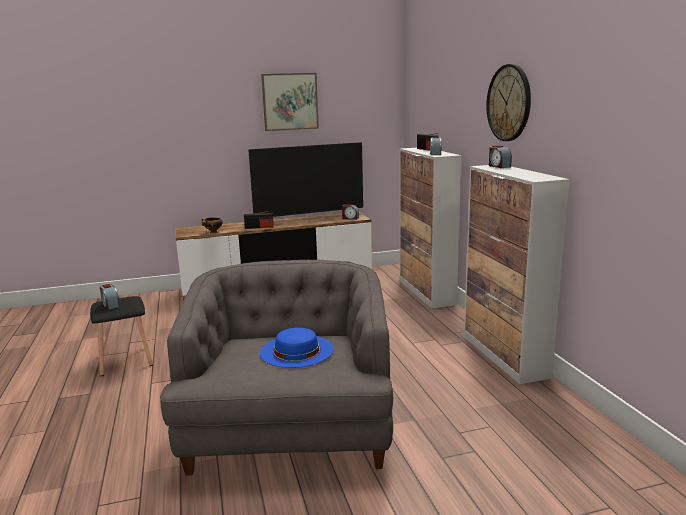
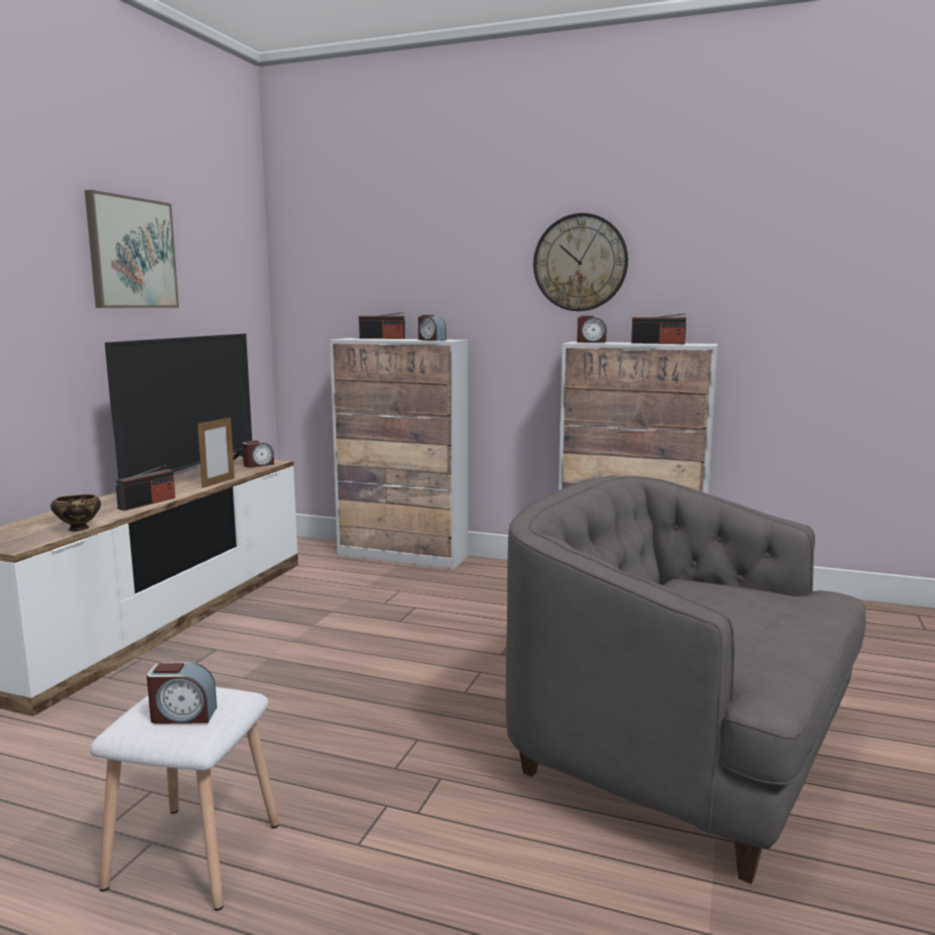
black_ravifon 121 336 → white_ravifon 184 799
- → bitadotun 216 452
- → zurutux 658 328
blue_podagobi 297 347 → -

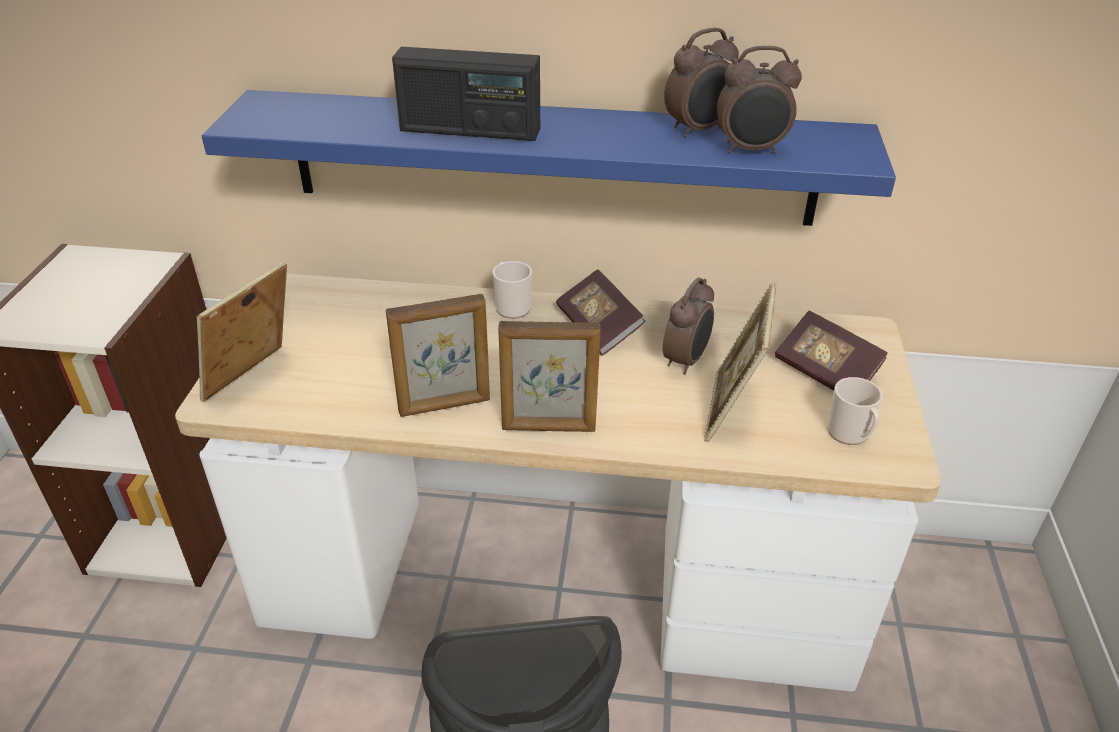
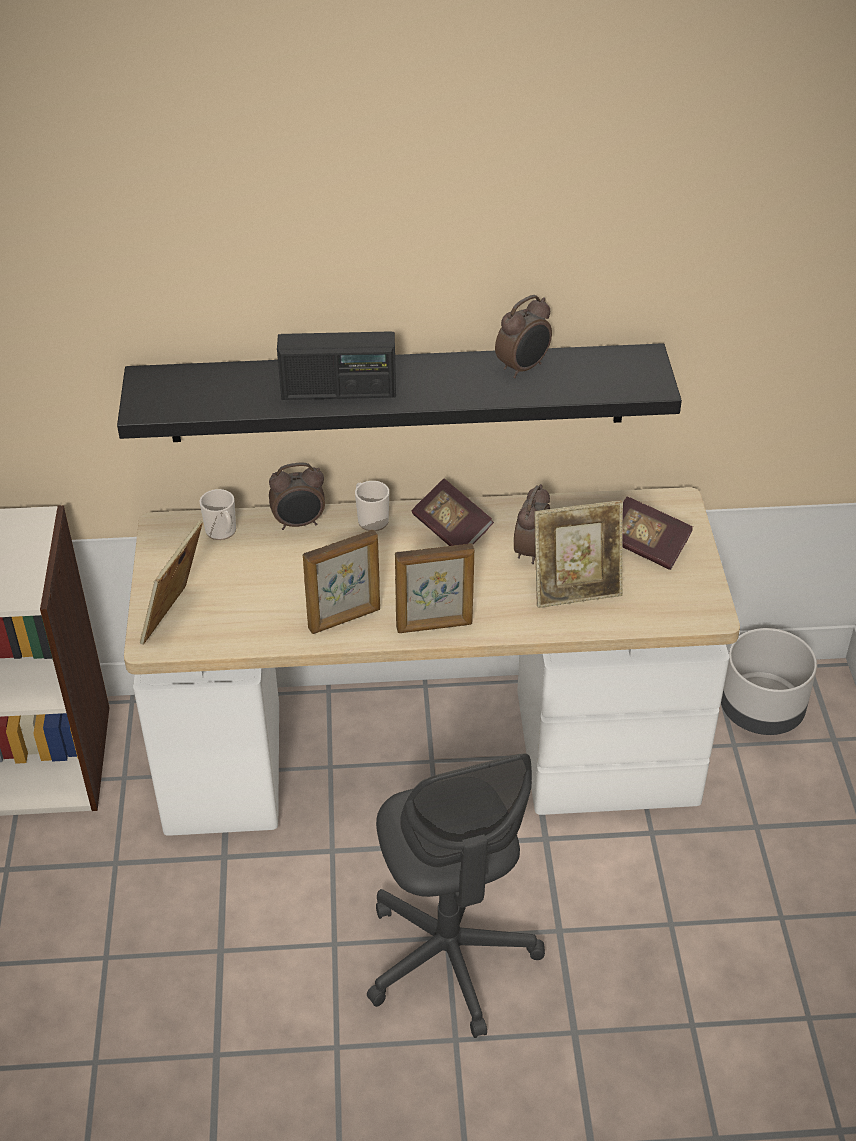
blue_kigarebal 549 158 → black_kigarebal 399 392
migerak 855 411 → migerak 218 514, move
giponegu 759 100 → giponegu 297 496, move
bitadotun 740 362 → bitadotun 578 554, 105 degrees counterclockwise
- → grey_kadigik 769 681

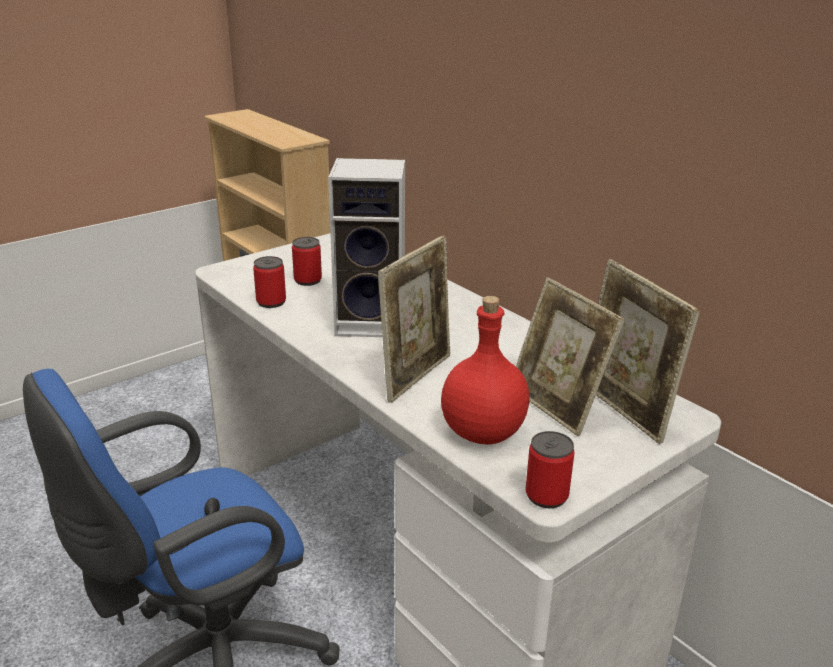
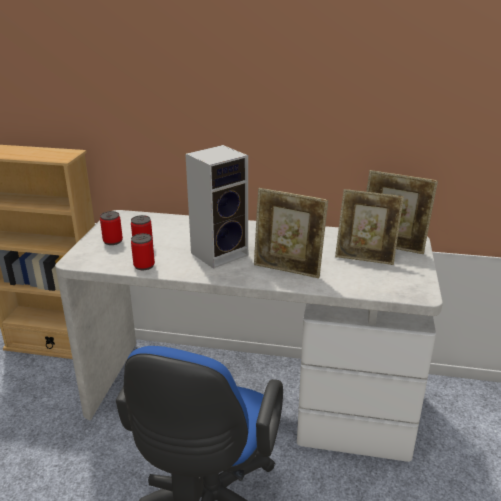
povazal 550 469 → povazal 111 228, move
bitadotun 414 319 → bitadotun 291 233, 120 degrees clockwise
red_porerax 485 370 → -

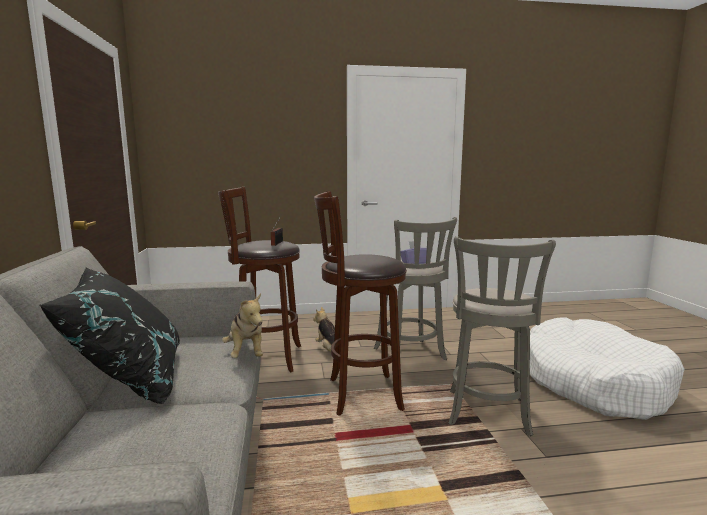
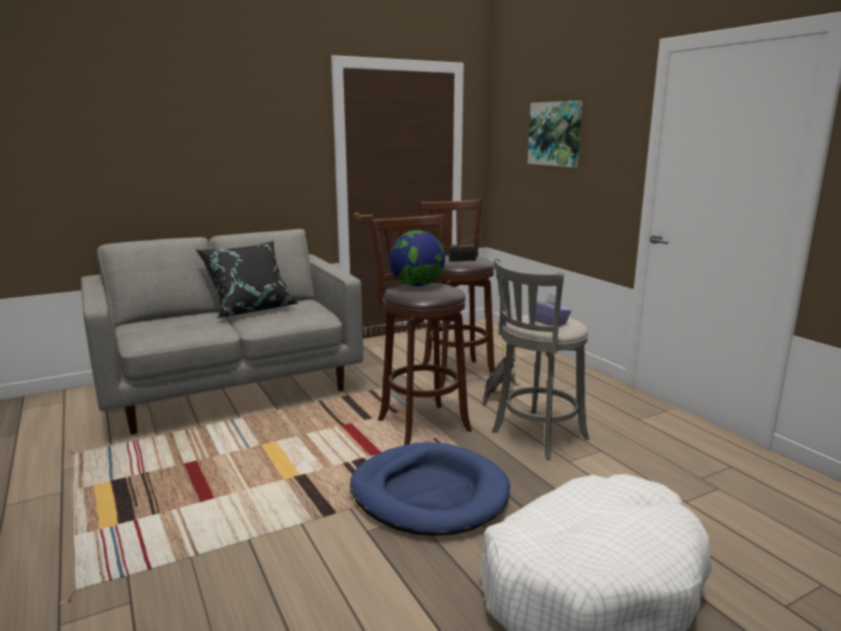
grey_ravifon 502 336 → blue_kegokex 430 489
- → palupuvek 417 258
- → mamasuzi 555 133
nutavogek 242 325 → -

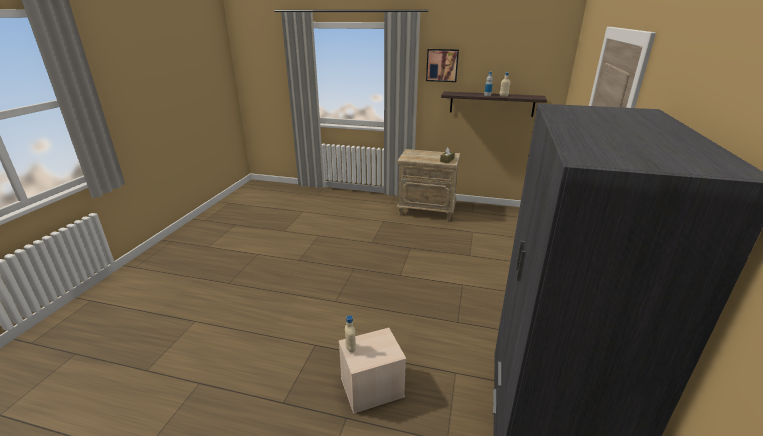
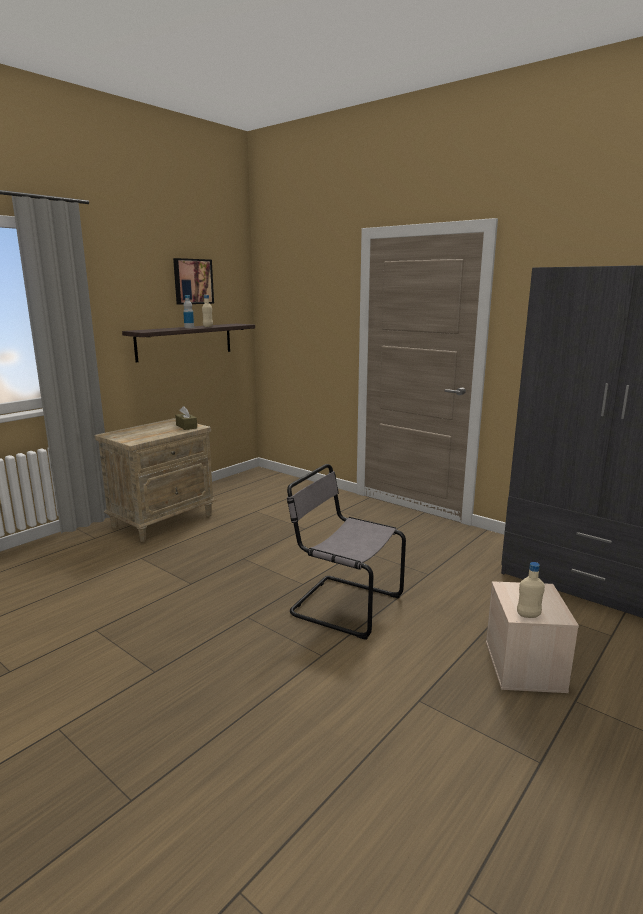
mamasuzi 442 65 → mamasuzi 193 281, move
- → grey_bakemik 346 552

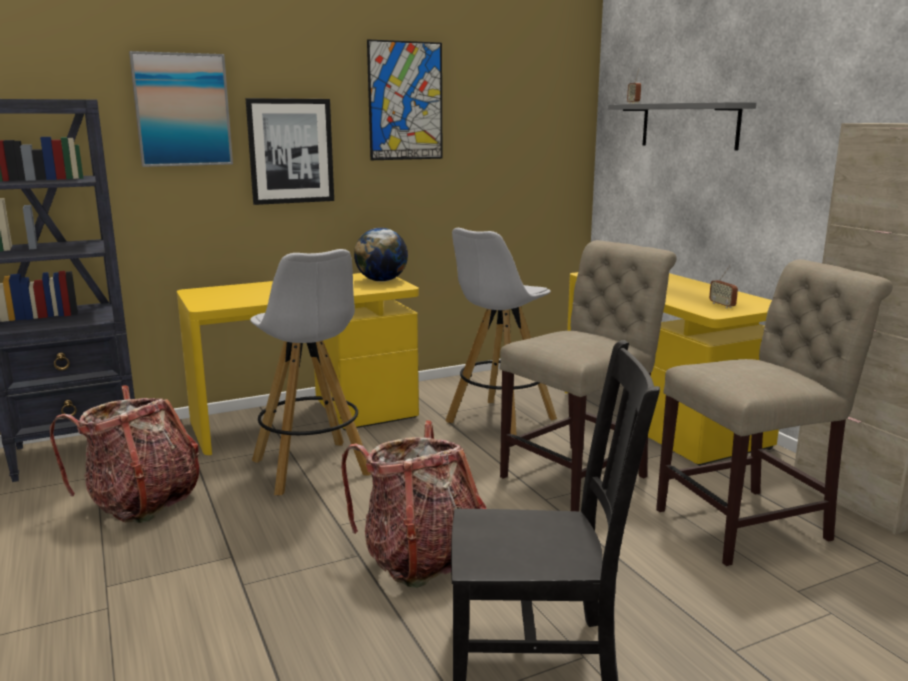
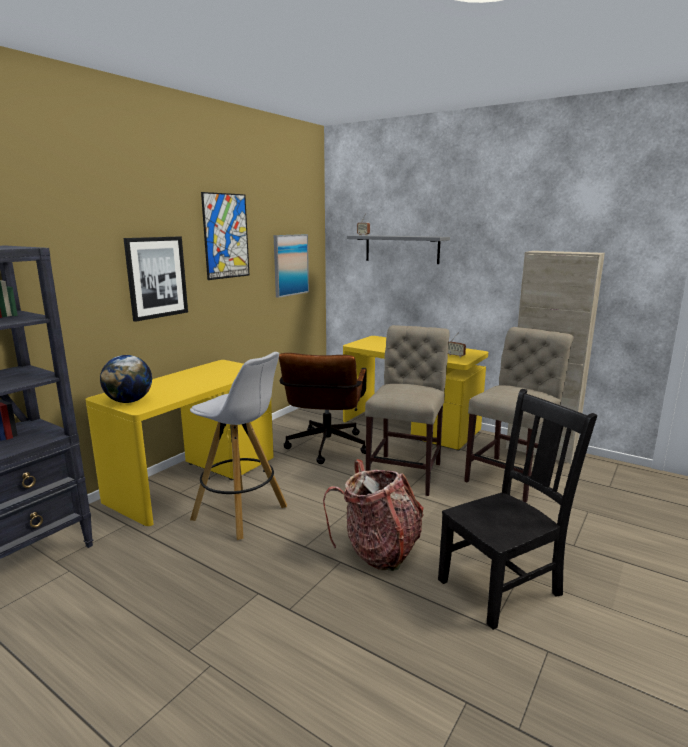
palupuvek 381 255 → palupuvek 126 379, move
mamasuzi 181 109 → mamasuzi 291 266, move
white_ravifon 501 332 → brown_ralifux 323 408
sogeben 124 454 → -

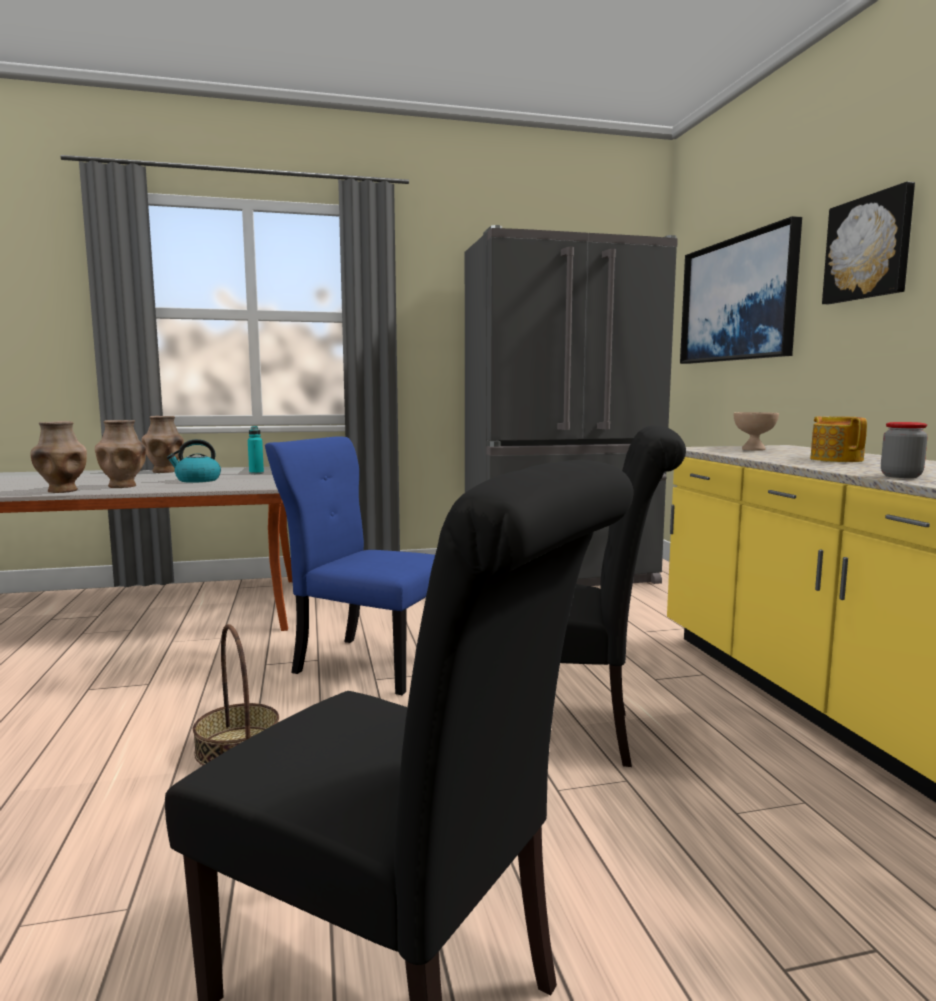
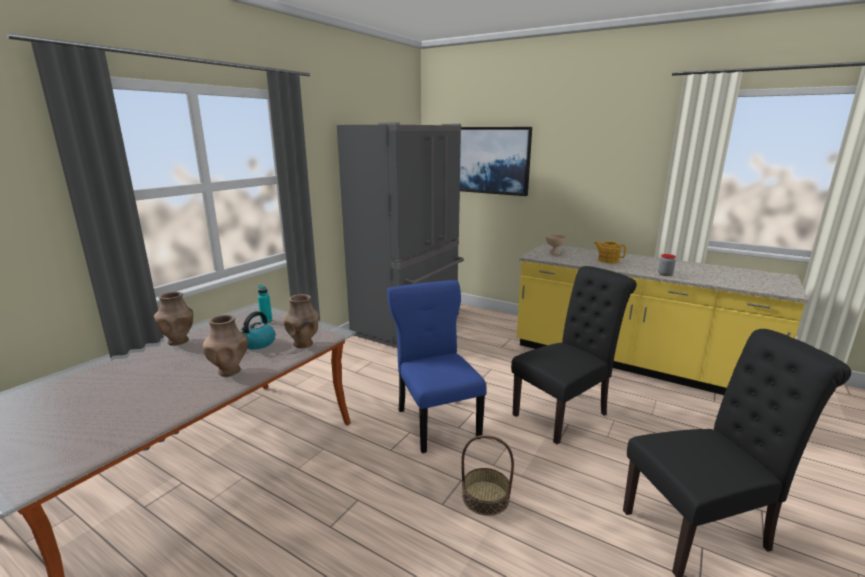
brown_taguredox 58 457 → brown_taguredox 301 321, move
blue_bakemik 350 565 → blue_bakemik 437 366, 90 degrees clockwise
mamasuzi 868 243 → -

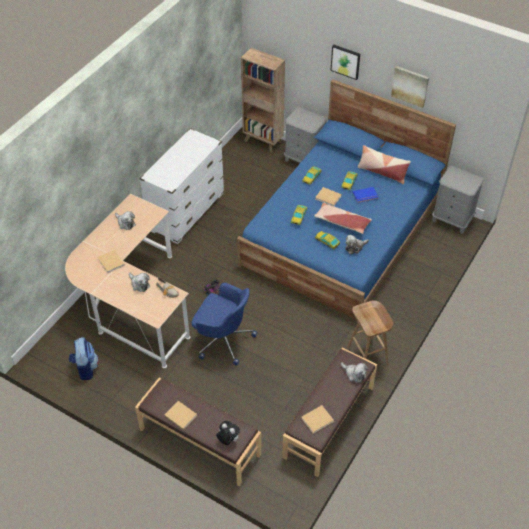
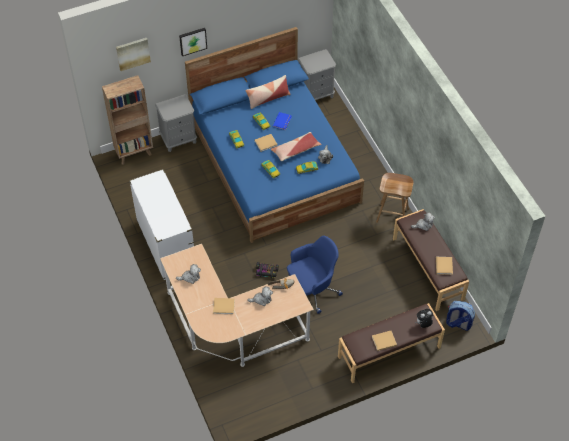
mamasuzi 410 87 → mamasuzi 133 54, move
sogeben 84 358 → sogeben 460 316, move

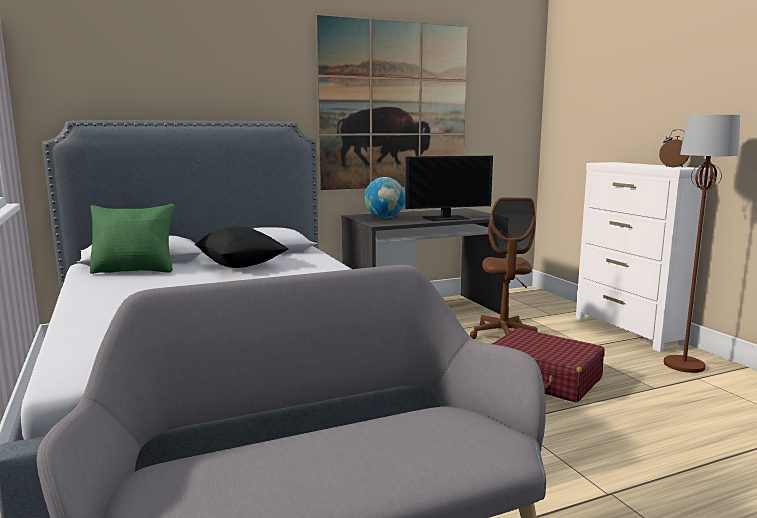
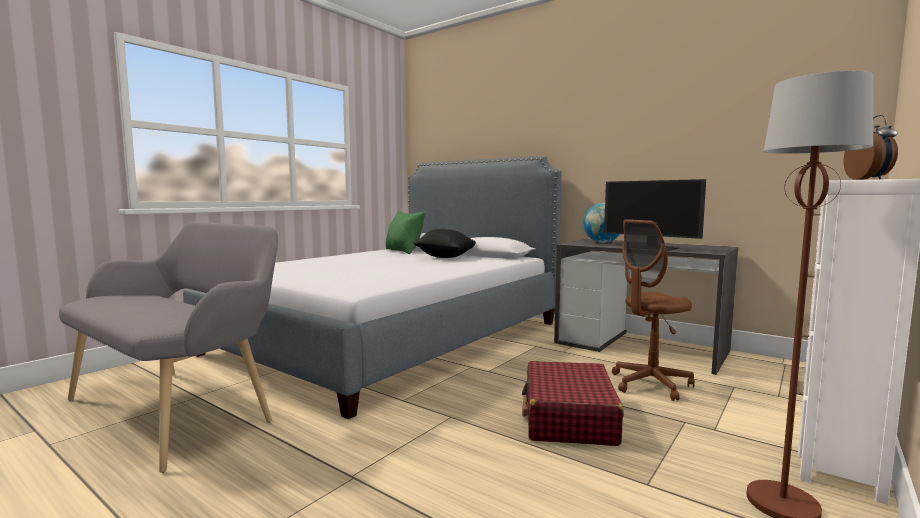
mamasuzi 392 102 → -

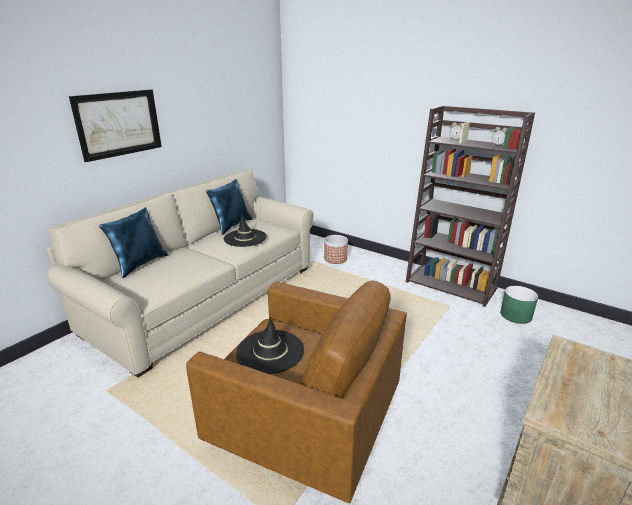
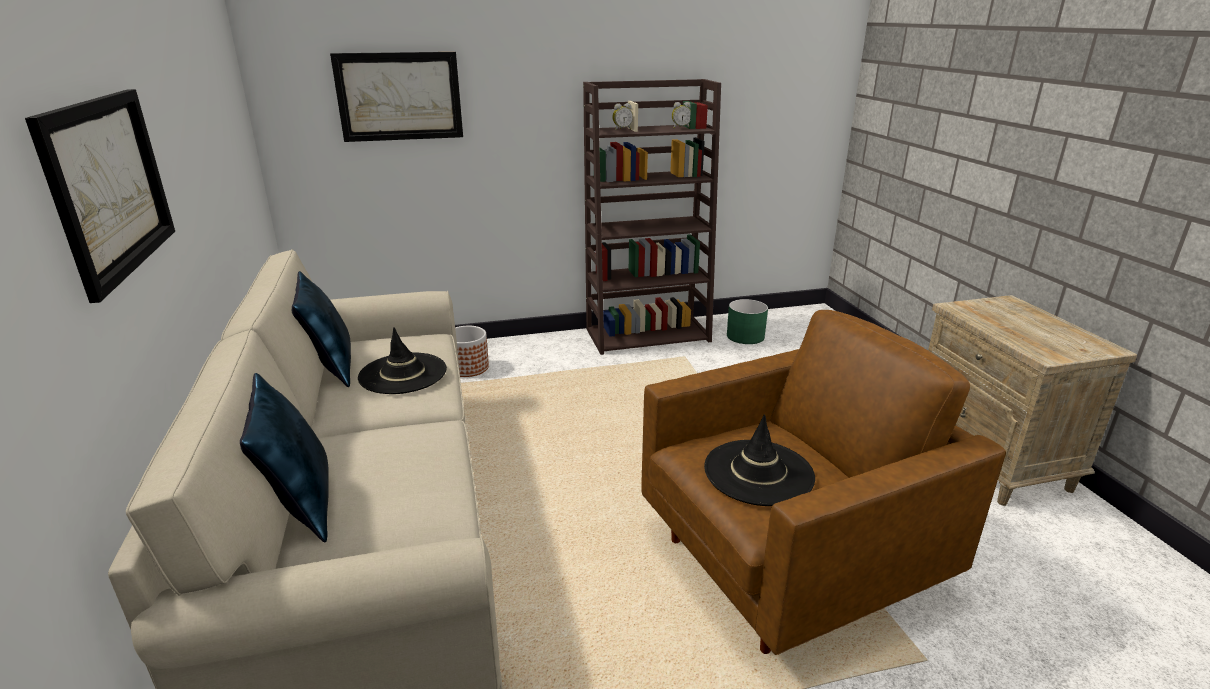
- → mamasuzi 396 97

